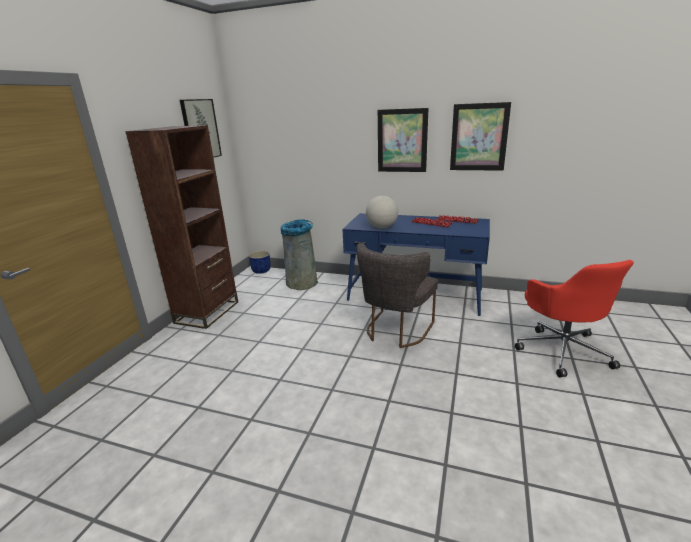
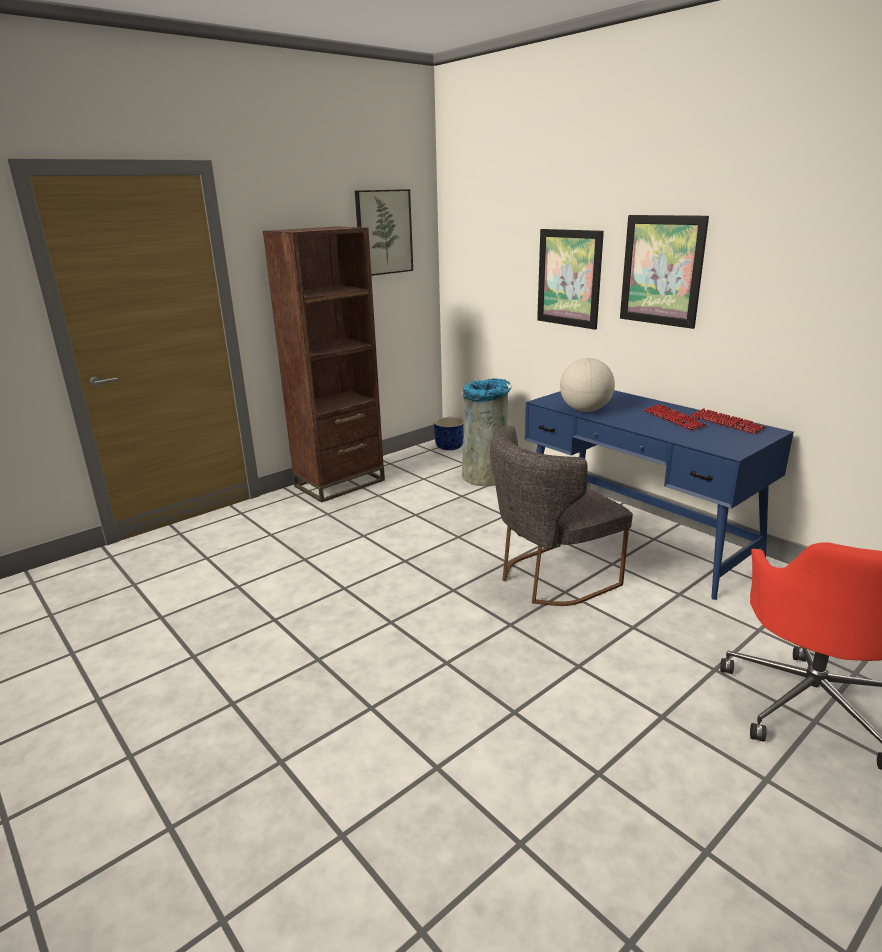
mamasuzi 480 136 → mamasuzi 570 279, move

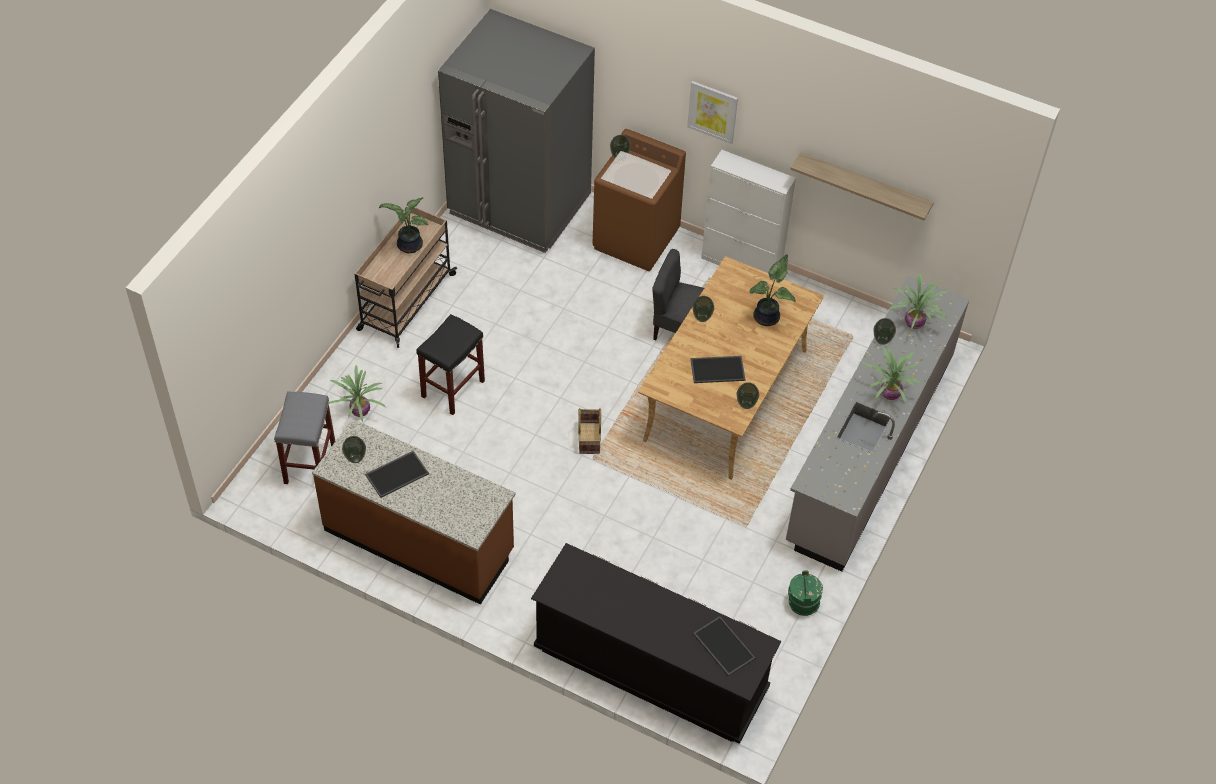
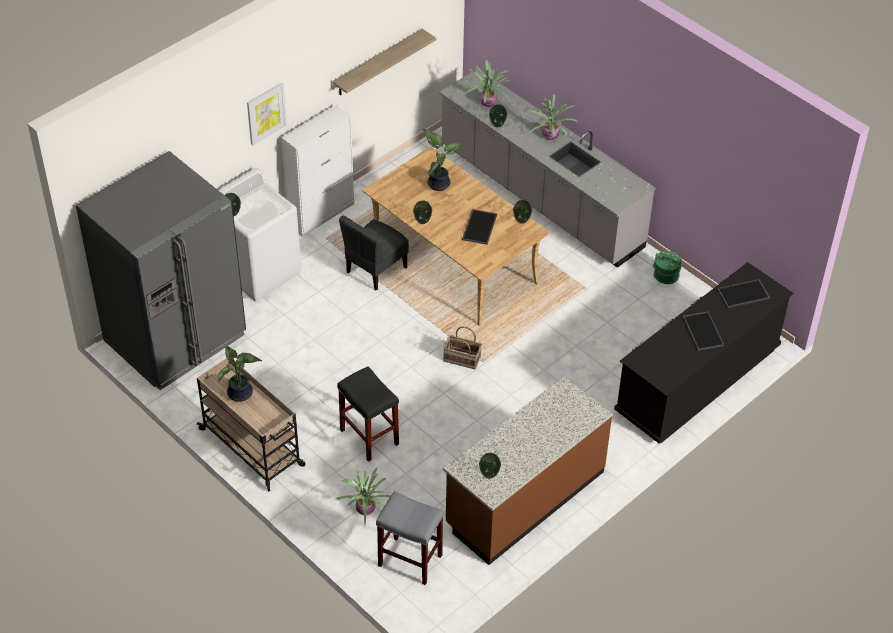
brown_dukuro 639 200 → white_dukuro 259 235
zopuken 397 474 → zopuken 703 331, move

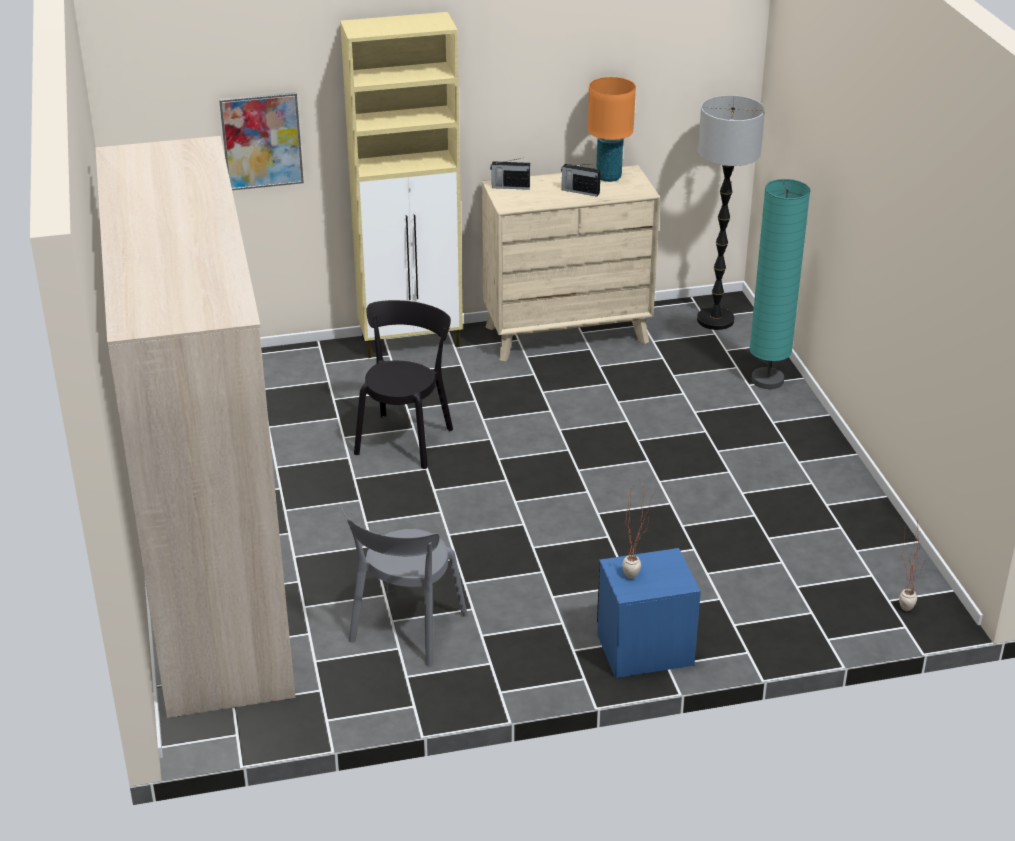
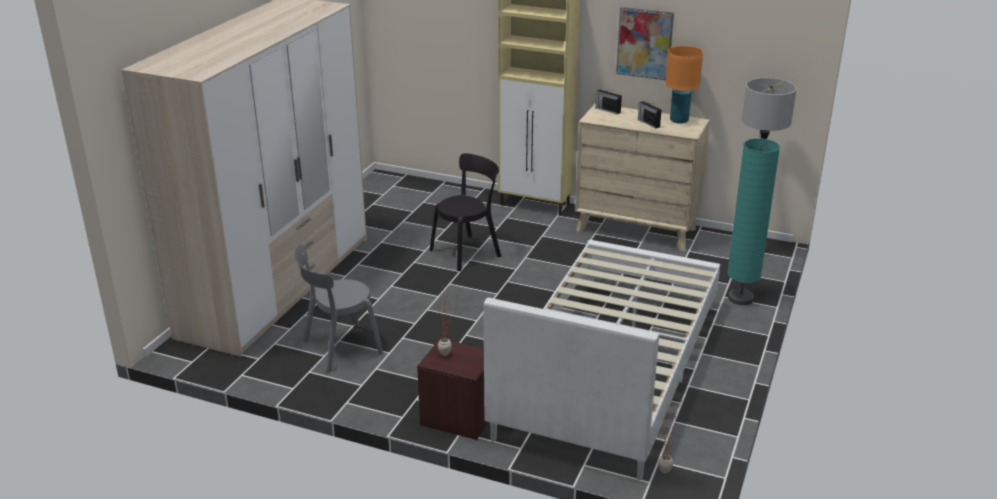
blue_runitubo 649 613 → brown_runitubo 452 389
- → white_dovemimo 602 360
mamasuzi 261 141 → mamasuzi 645 43, move

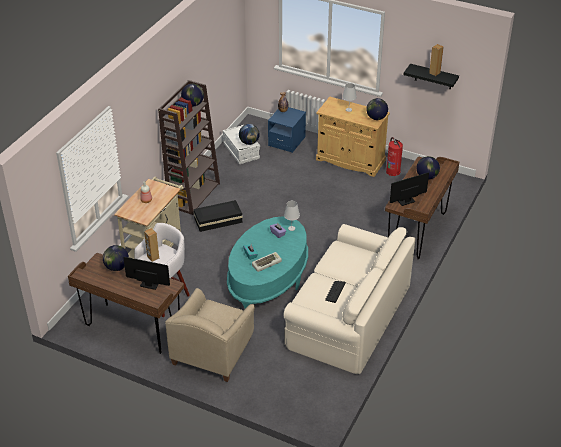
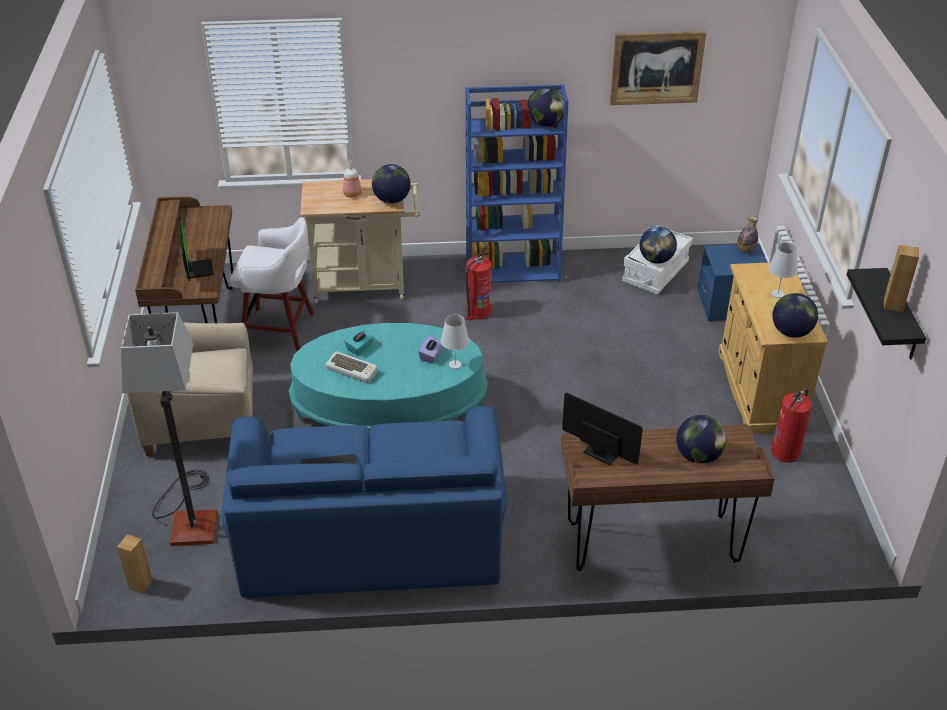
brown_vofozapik 151 245 → brown_vofozapik 135 564, move
- → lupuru 169 429
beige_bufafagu 349 299 → blue_bufafagu 364 502
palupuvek 116 258 → palupuvek 391 184, move
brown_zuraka 189 147 → blue_zuraka 516 183
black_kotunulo 218 216 → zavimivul 478 283
- → mamasuzi 658 68

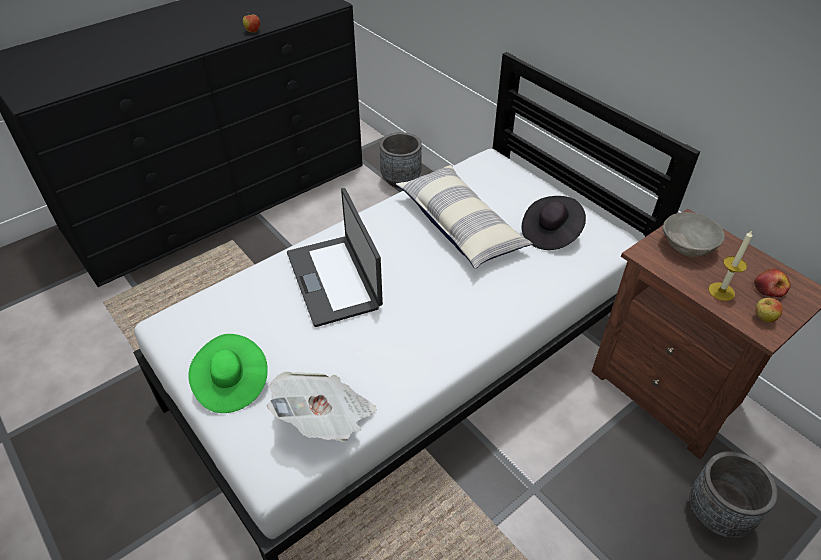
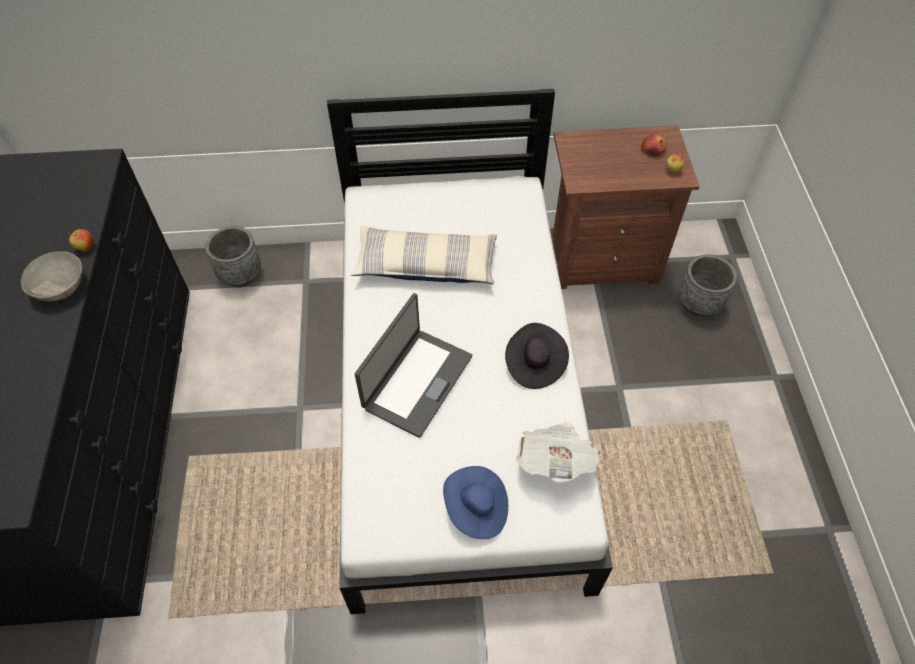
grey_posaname 694 234 → grey_posaname 52 276, move
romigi 335 257 → romigi 413 365, 75 degrees counterclockwise
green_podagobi 228 373 → blue_podagobi 475 502
black_podagobi 554 223 → black_podagobi 537 356, move
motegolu 730 265 → -

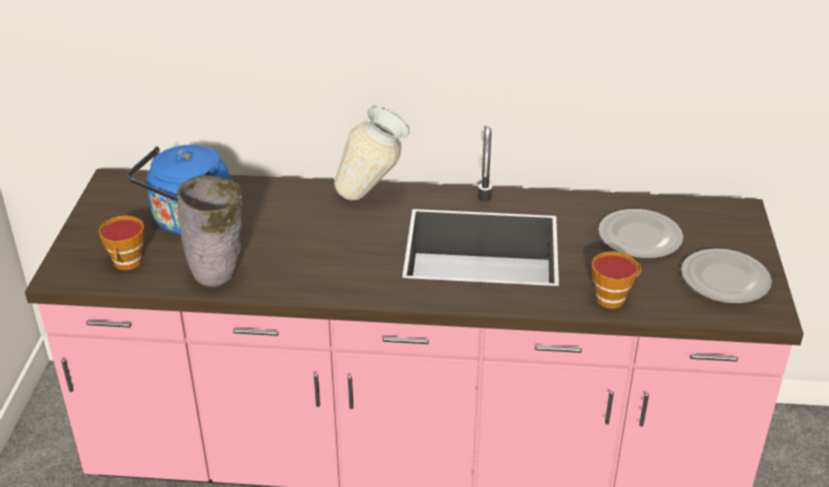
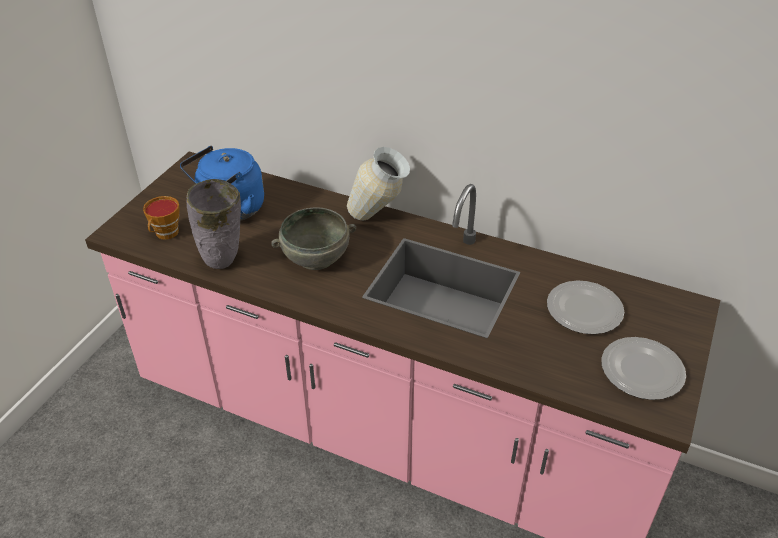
- → grey_posaname 313 238
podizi 617 280 → -

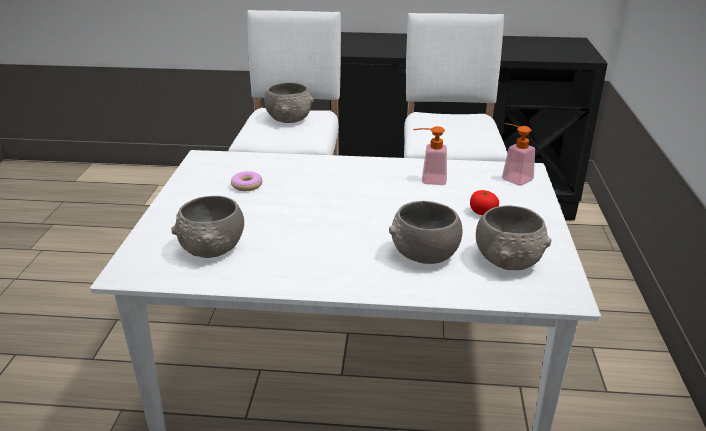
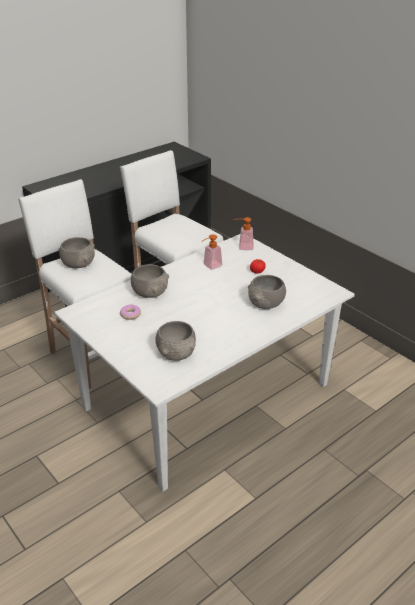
grey_posaname 513 238 → grey_posaname 150 281, move

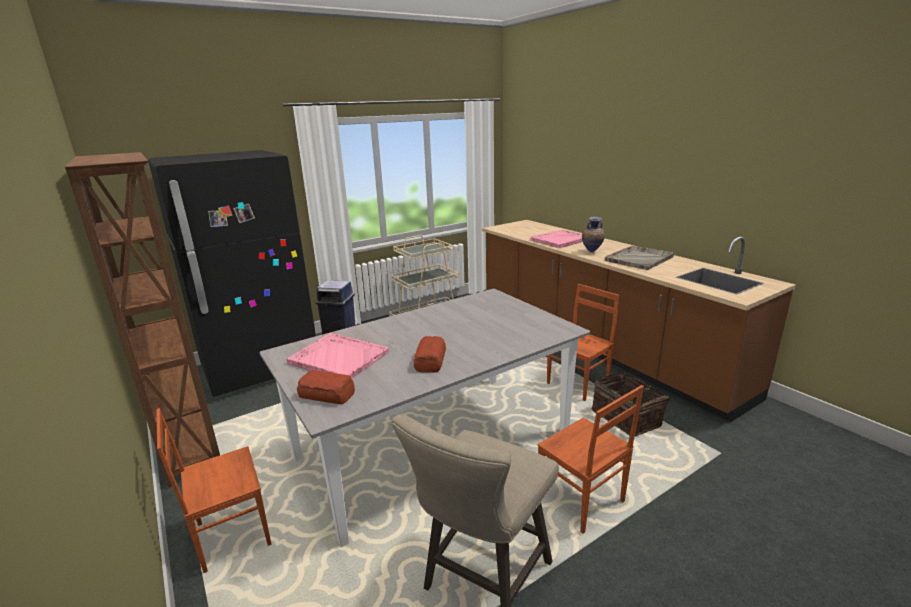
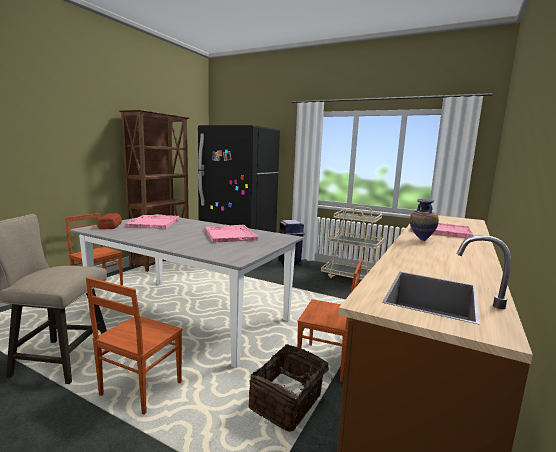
- → pink_zopuken 231 234
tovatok 429 354 → -
grey_zopuken 639 258 → -

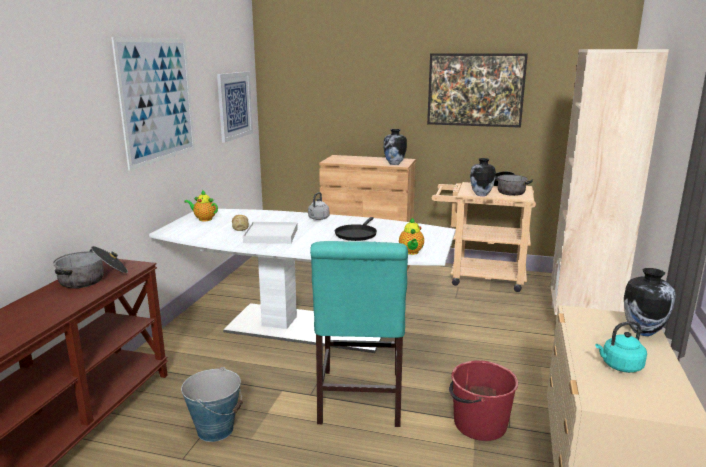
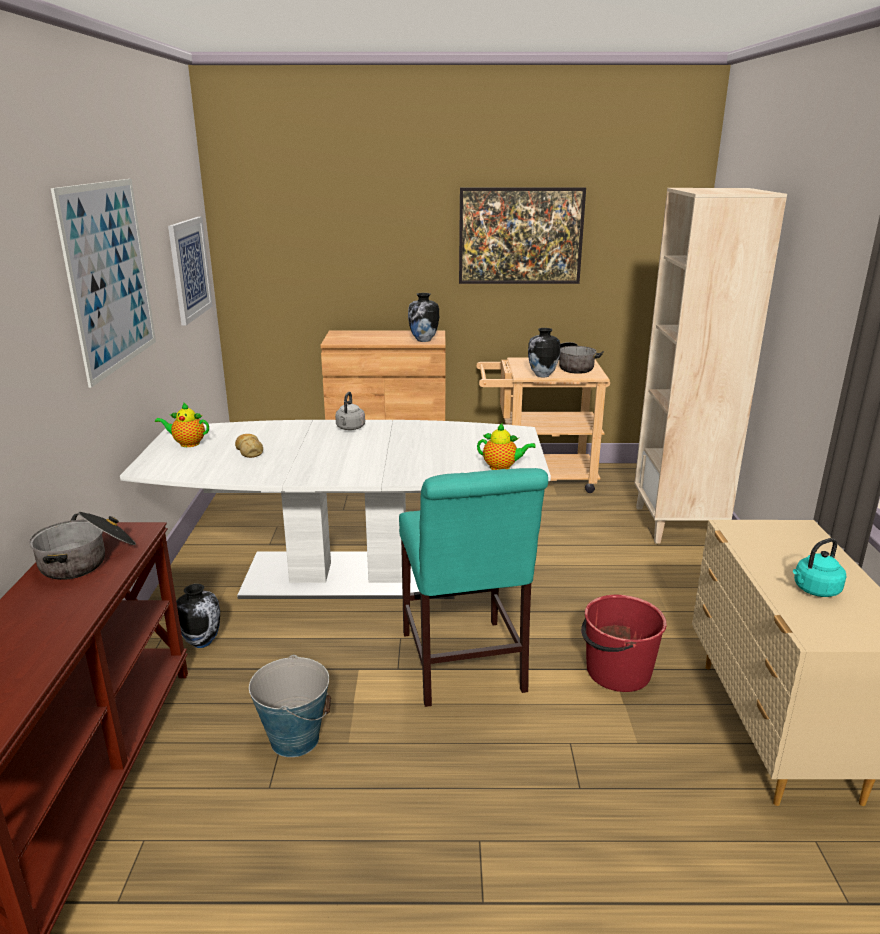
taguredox 650 302 → taguredox 198 616, move
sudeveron 411 236 → sudeveron 506 447, 60 degrees counterclockwise
white_zopuken 270 233 → -
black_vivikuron 356 229 → -

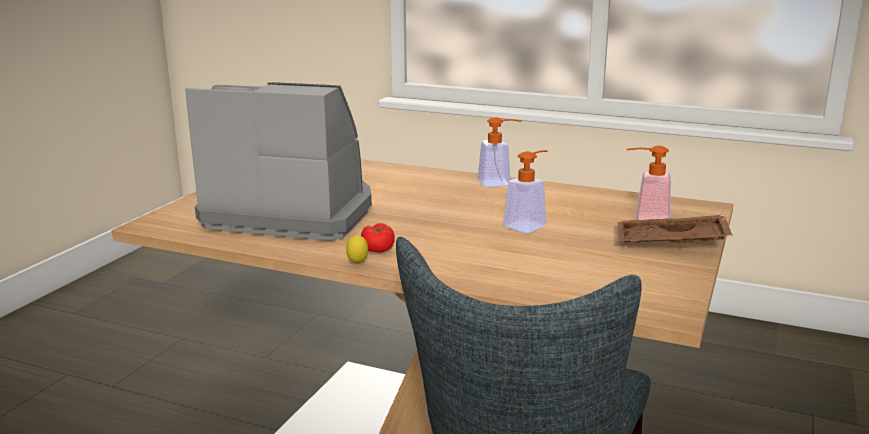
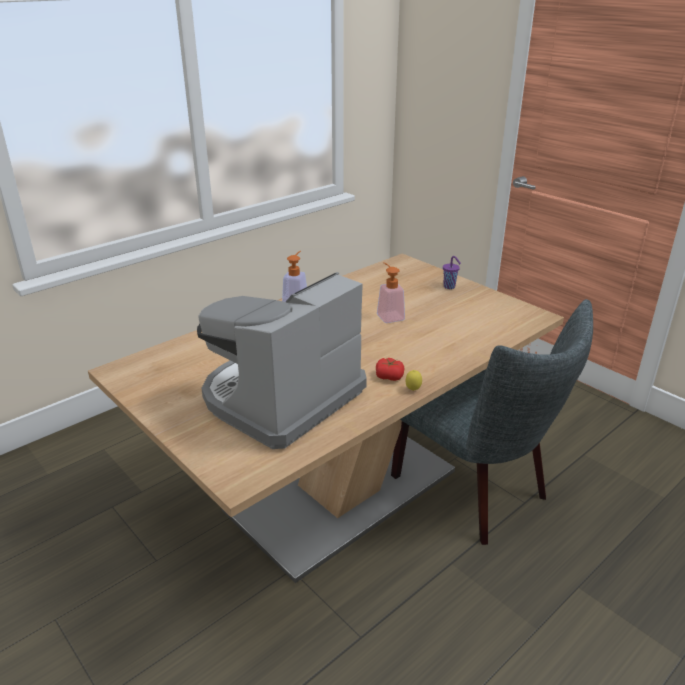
brown_zopuken 675 229 → purple_podizi 452 272
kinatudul 649 183 → -

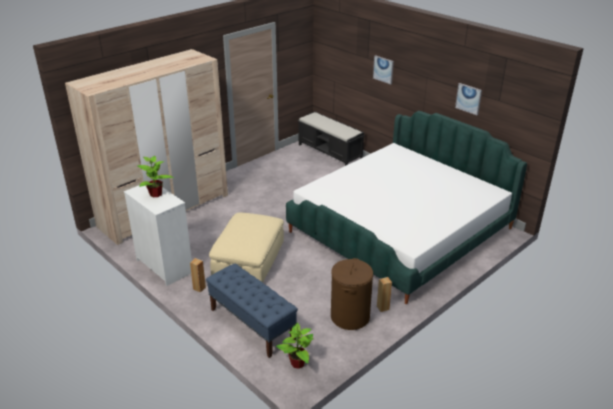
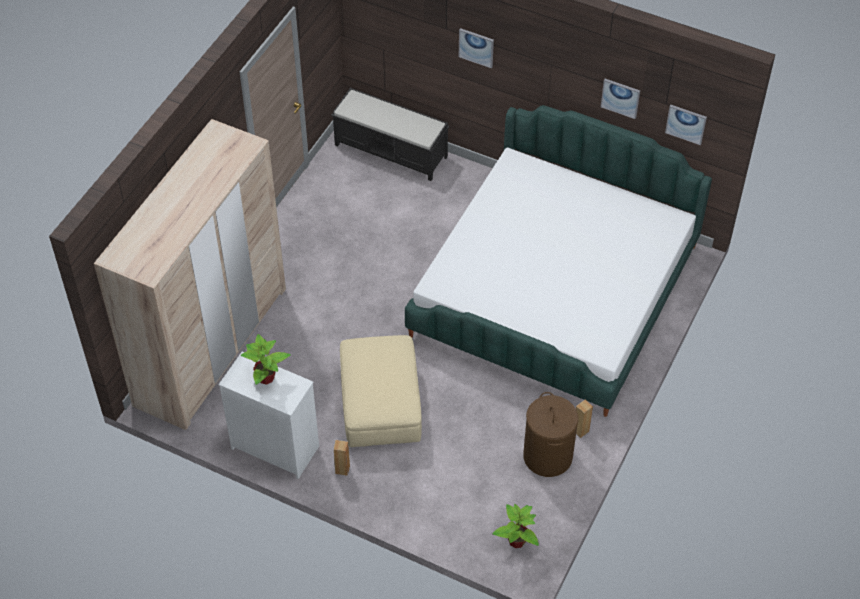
- → mamasuzi 686 125
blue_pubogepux 252 310 → -

